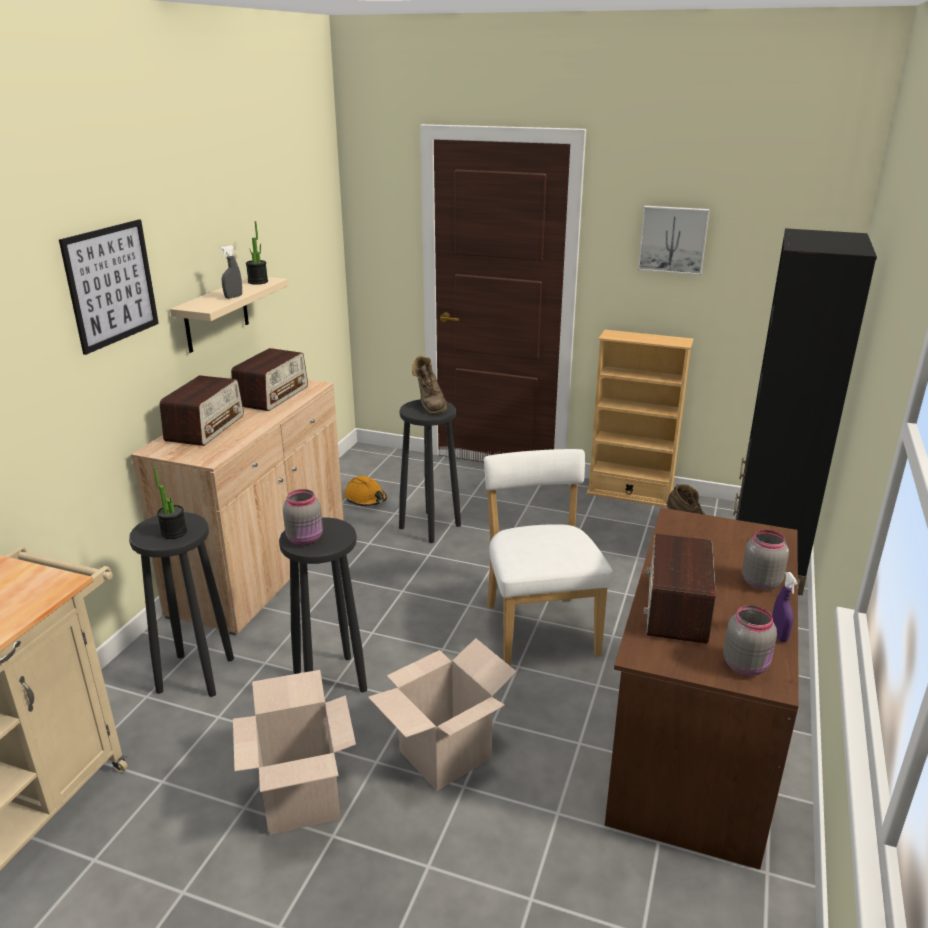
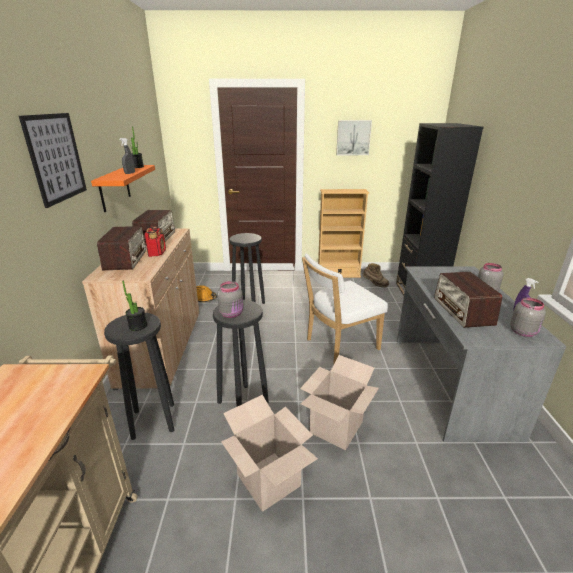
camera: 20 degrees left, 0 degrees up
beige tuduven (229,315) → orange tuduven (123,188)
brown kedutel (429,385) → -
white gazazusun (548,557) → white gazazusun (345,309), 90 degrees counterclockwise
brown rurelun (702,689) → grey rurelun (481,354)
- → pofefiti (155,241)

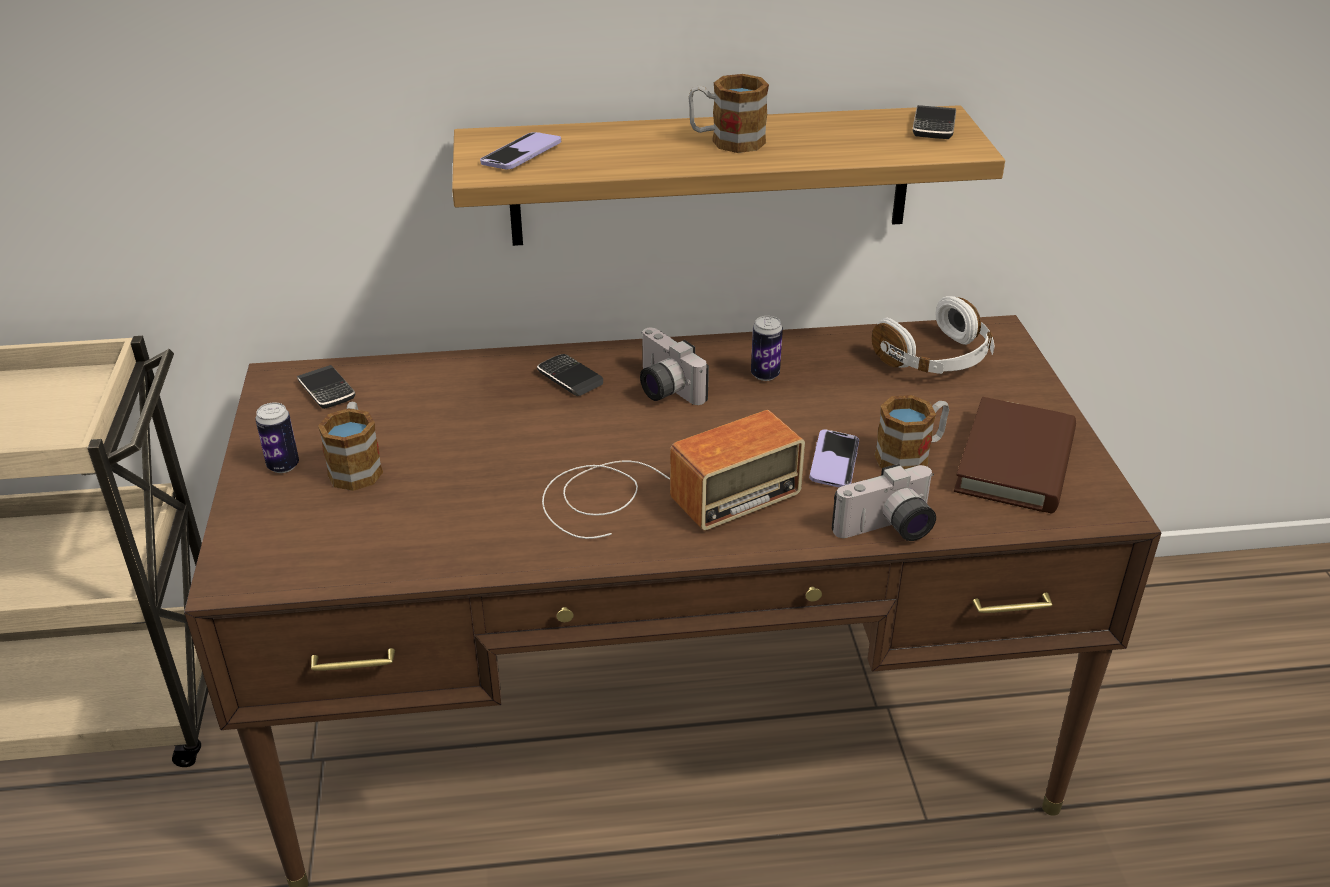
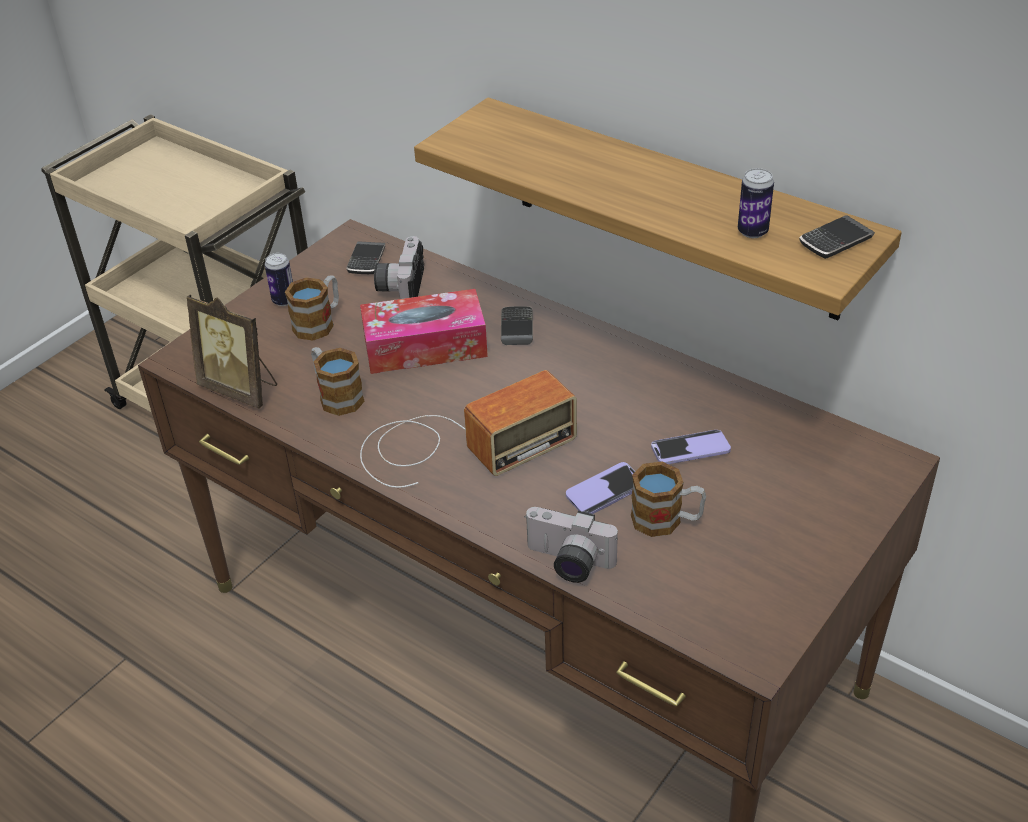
camera: 45 degrees right, 5 degrees up
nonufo (728,113) → nonufo (338,381), shifted
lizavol (521,150) → lizavol (691,447), shifted
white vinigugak (933,335) → -
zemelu (767,348) → zemelu (756,203), shifted
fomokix (674,366) → fomokix (399,267), shifted
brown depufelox (1015,455) → -
pofefiti (673,474) → pofefiti (468,429), 45 degrees counterclockwise
- → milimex (424,331)
- → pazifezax (232,351)

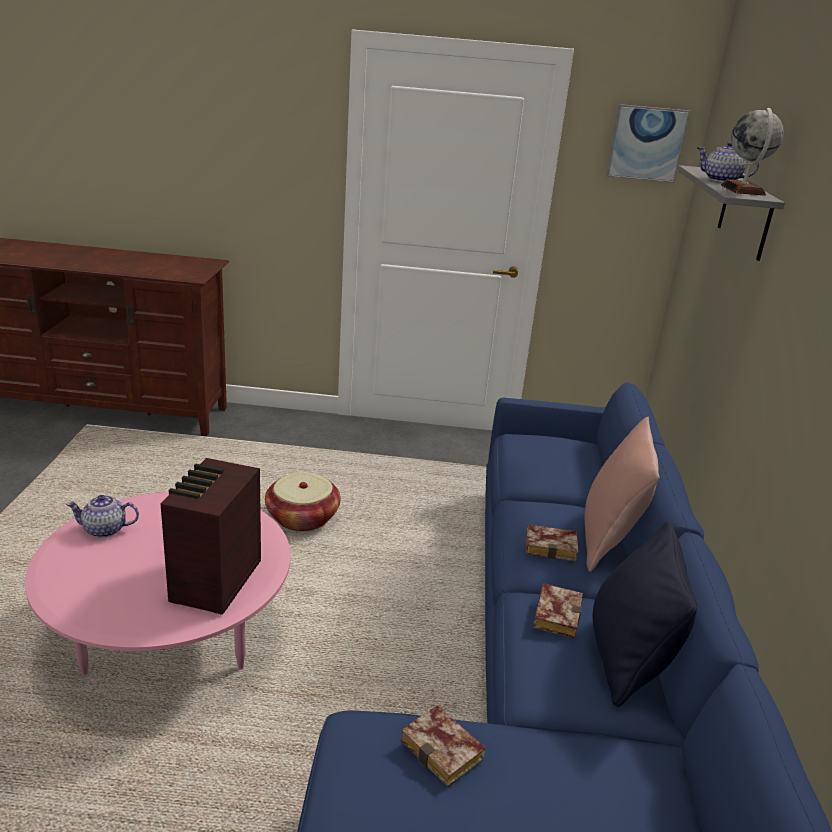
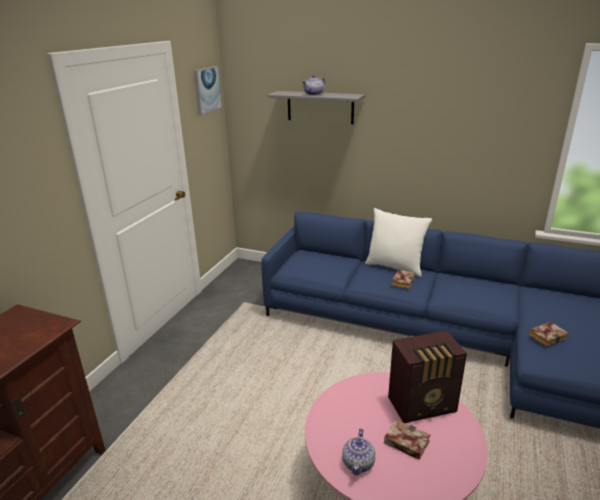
camera: 70 degrees left, 0 degrees up
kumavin (752,152) → -
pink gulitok (622,494) → white gulitok (398,242)
pofefiti (210,536) → pofefiti (427,377), 45 degrees counterclockwise
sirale (303,502) → -
black gulitok (645,614) → -
depufelox (558,611) → depufelox (407,439), shifted

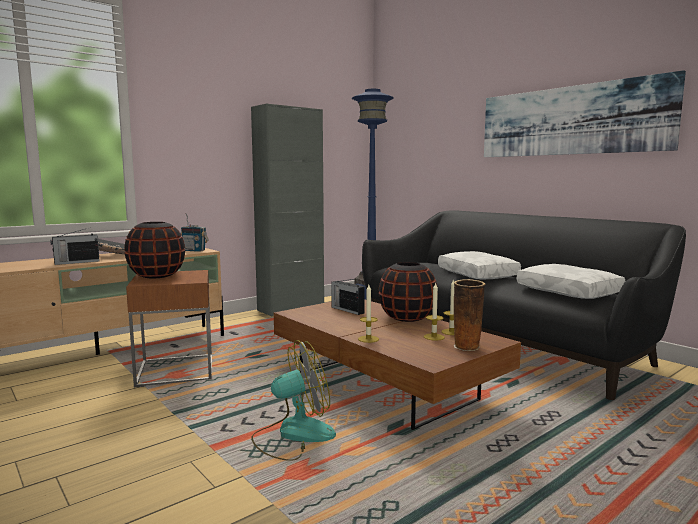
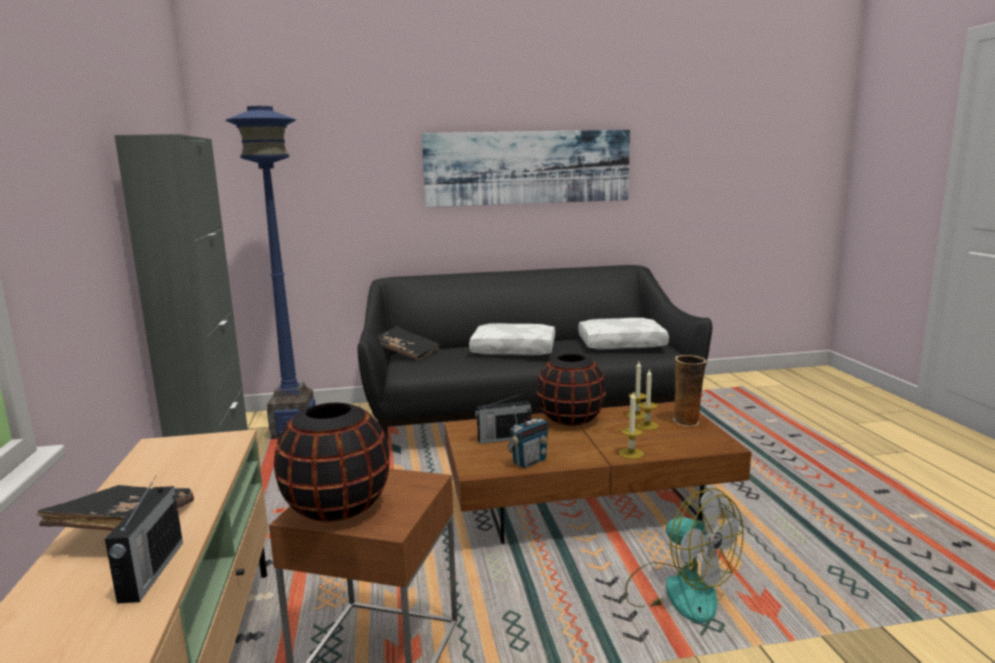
camera: 60 degrees left, 5 degrees up
pofefiti (195,232) → pofefiti (528,437), shifted
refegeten (293,400) → refegeten (684,555), 135 degrees clockwise
- → black depufelox (409,343)

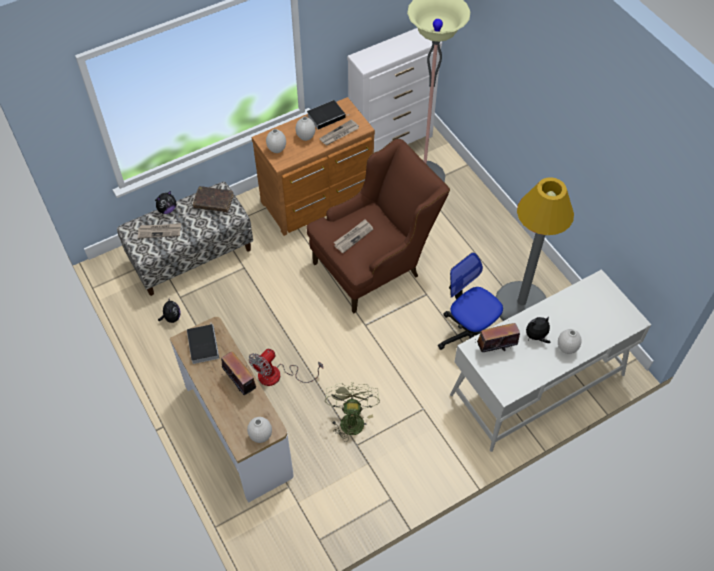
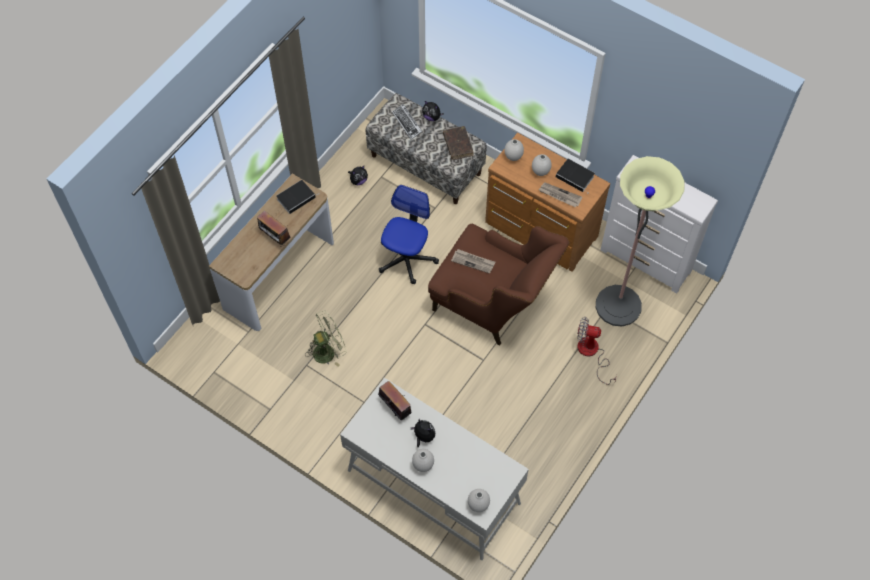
camera: 65 degrees right, 5 degrees up
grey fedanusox (534,249) → -
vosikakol (159,230) → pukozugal (407,122)
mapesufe (470,301) → mapesufe (409,234), shifted
refegeten (285,367) → refegeten (597,351), shifted
pofefiti (238,373) → pofefiti (273,229), 105 degrees clockwise
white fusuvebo (259,430) → white fusuvebo (479,500), shifted

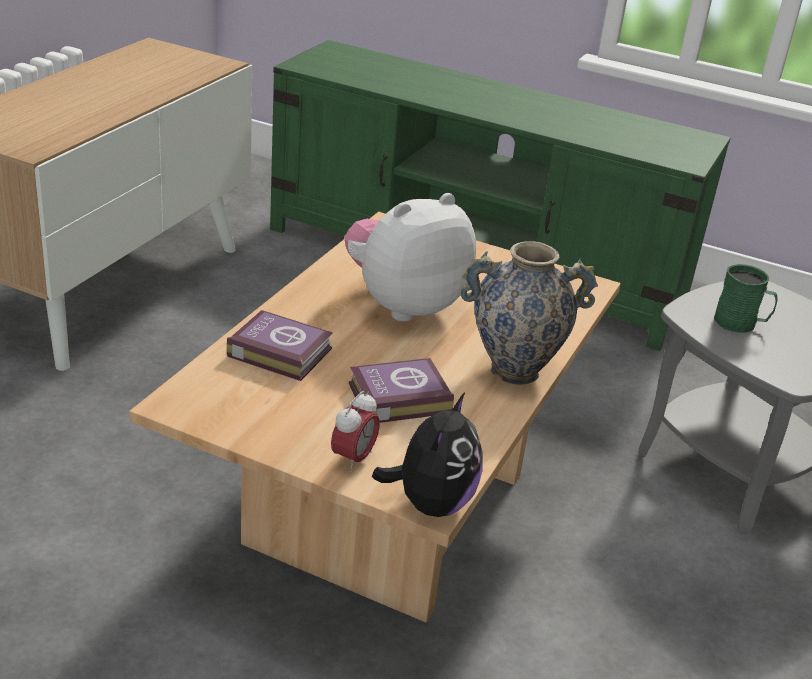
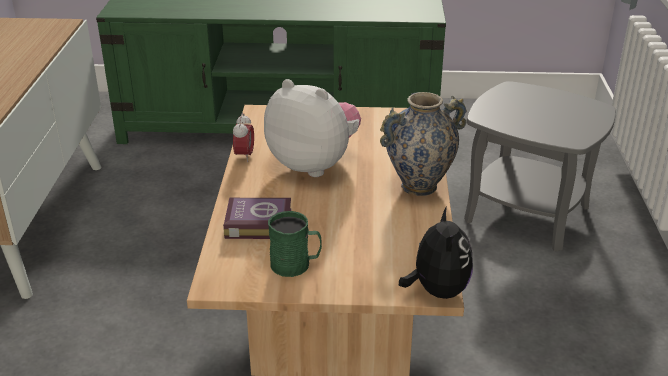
camera: 20 degrees left, 0 degrees up
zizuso (410,257) → zizuso (312,128), 90 degrees clockwise
green nonufo (746,298) → green nonufo (295,244), shifted
depufelox (401,390) → -
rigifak (355,431) → rigifak (243,137), shifted

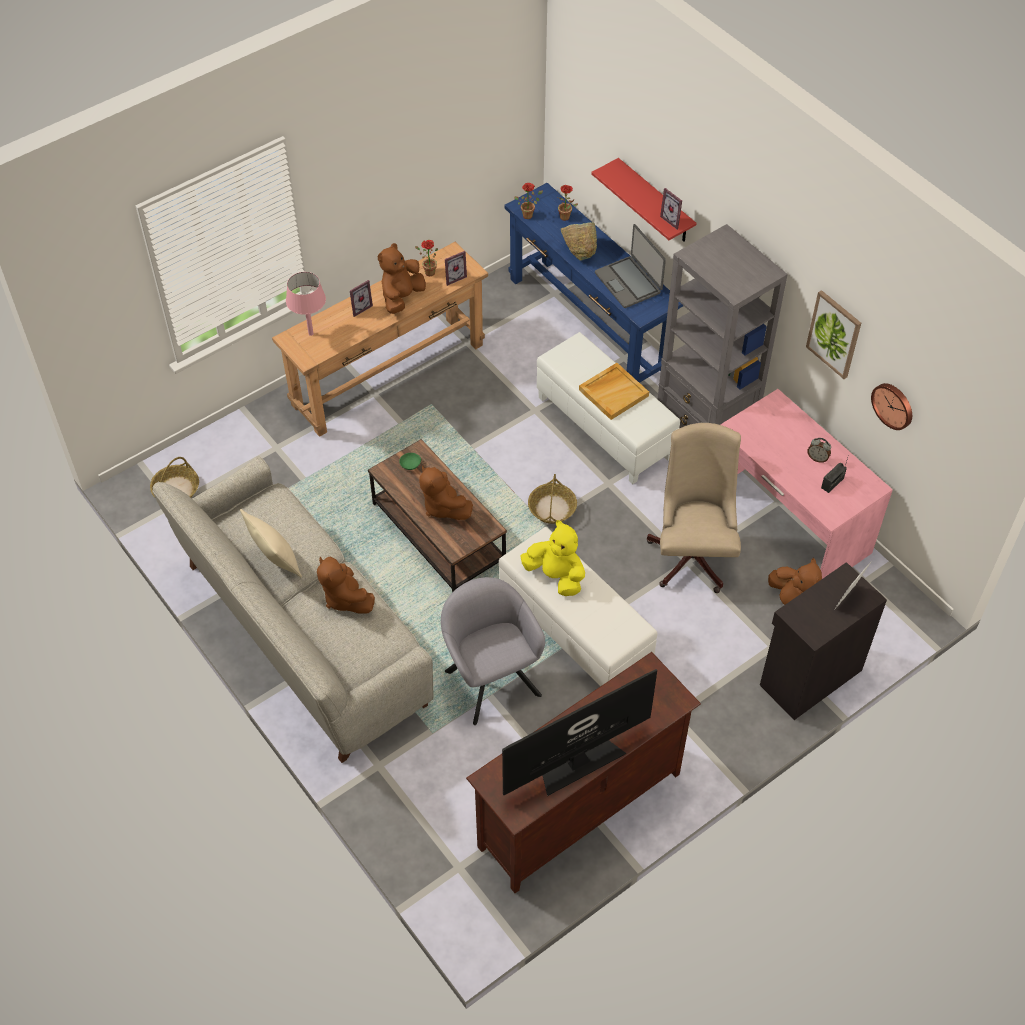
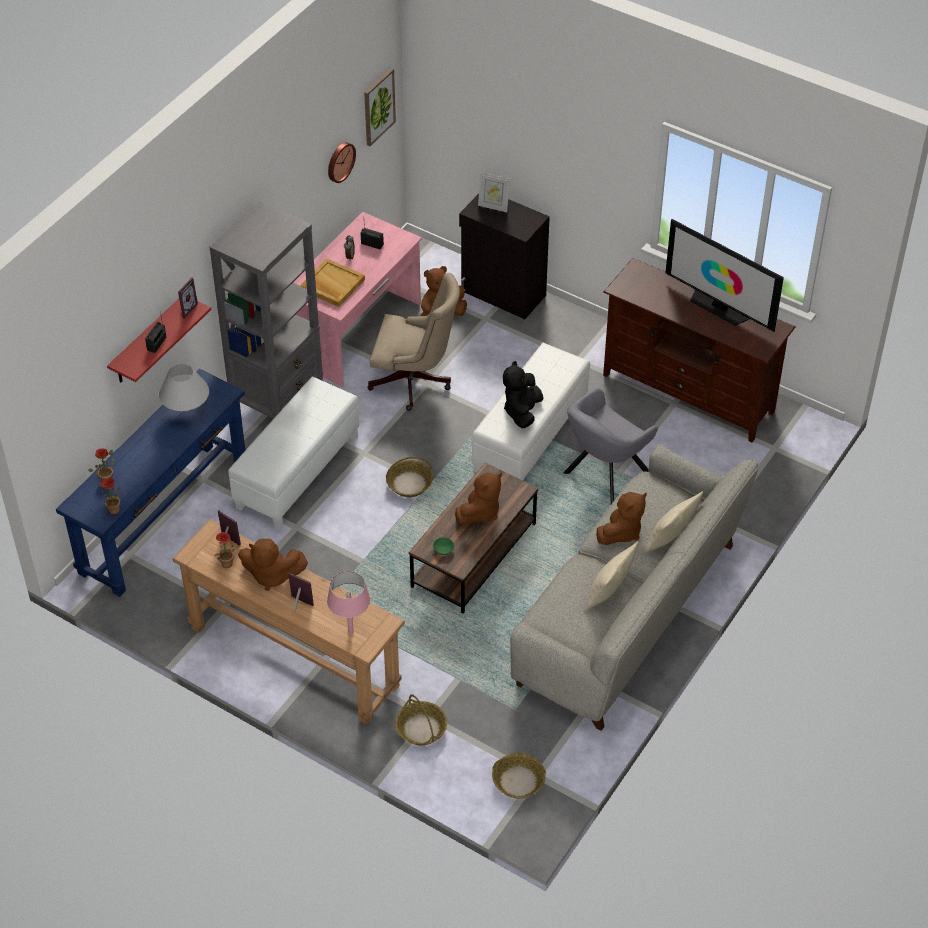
camera: 110 degrees left, 5 degrees down
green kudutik (579,241) → -
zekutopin (630,266) → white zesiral (184,388)
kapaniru (833,334) → kapaniru (380,107), shifted
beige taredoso (614,391) → beige taredoso (332,282), shifted
beige mapesufe (694,508) → beige mapesufe (413,342), 150 degrees counterclockwise
yellow zizuso (552,558) → black zizuso (523,394)
- → pofefiti (155,332)
- → beige gulitok (673,522)
- → sirale (421,719)

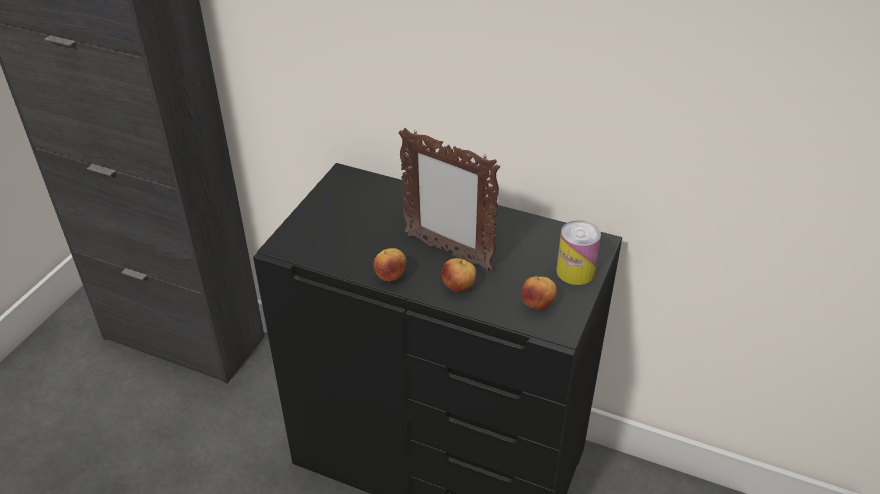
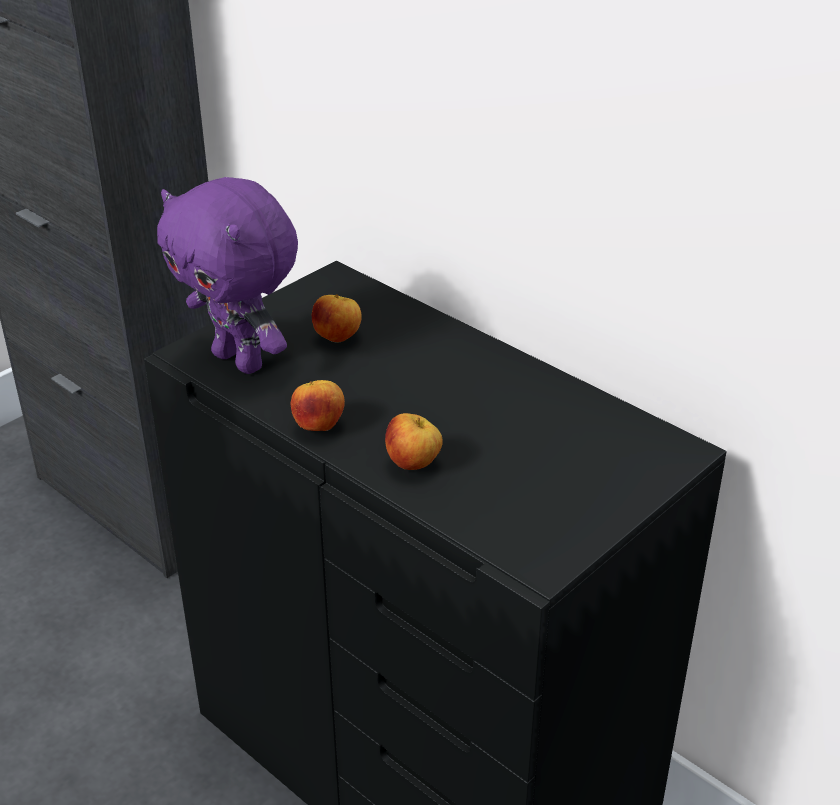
camera: 20 degrees right, 5 degrees down
pazifezax (449,199) → -
zemelu (578,252) → -
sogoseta (539,293) → sogoseta (337,318), shifted
- → purple zizuso (227,275)

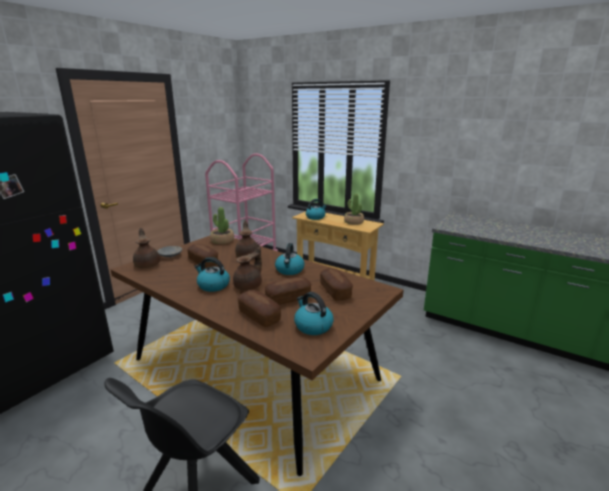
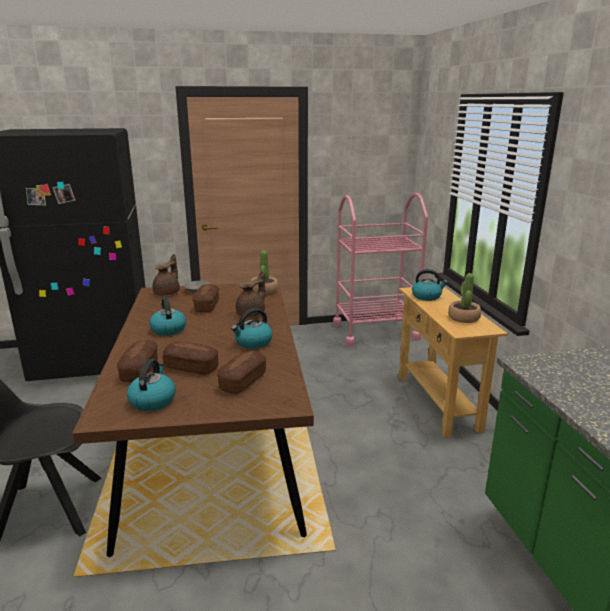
camera: 45 degrees right, 0 degrees up
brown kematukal (247,267) → -

